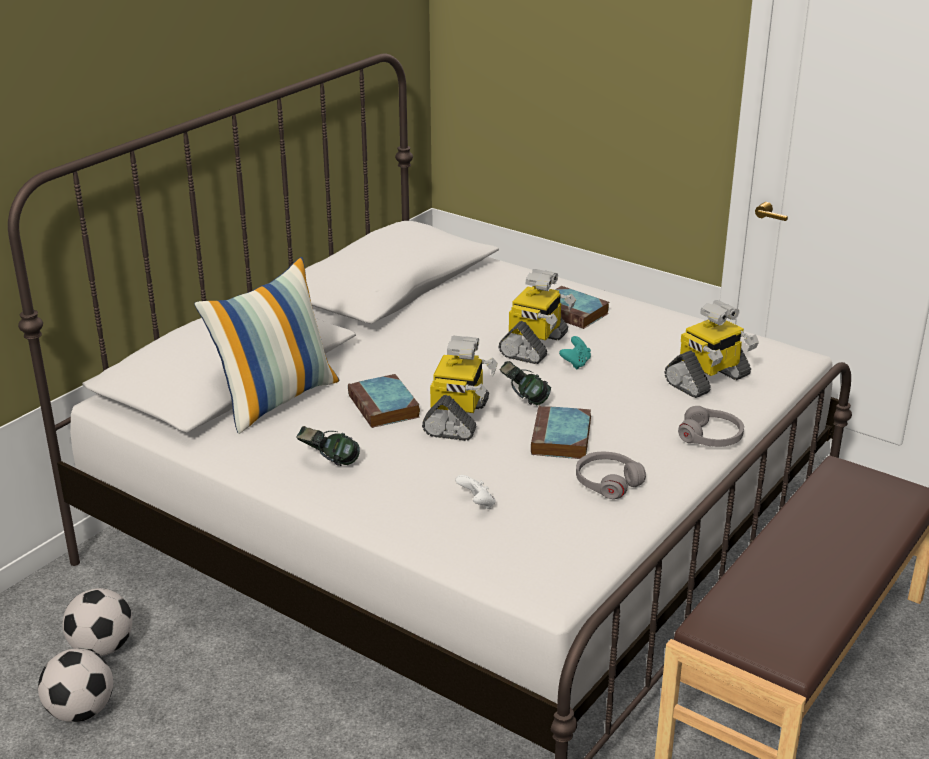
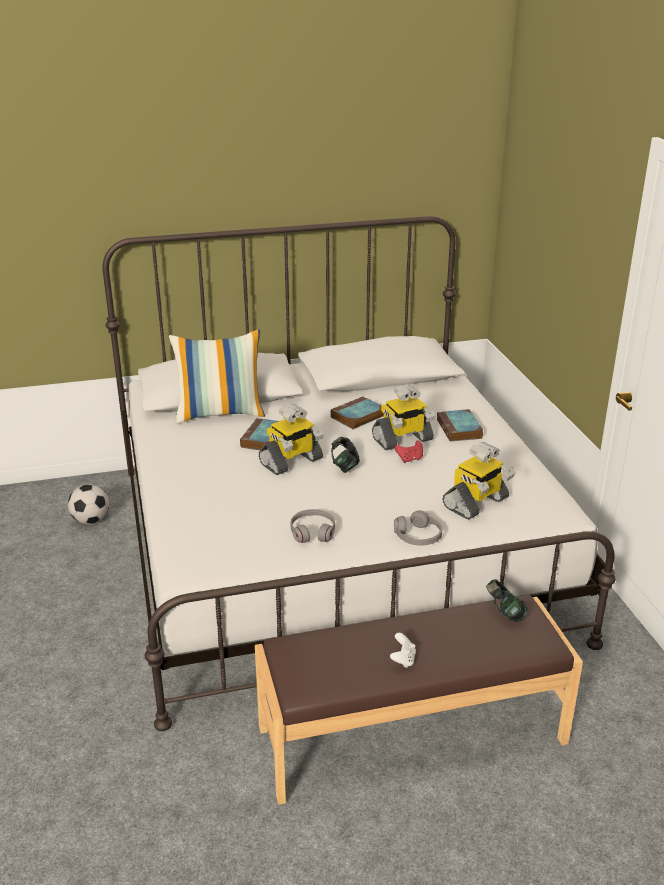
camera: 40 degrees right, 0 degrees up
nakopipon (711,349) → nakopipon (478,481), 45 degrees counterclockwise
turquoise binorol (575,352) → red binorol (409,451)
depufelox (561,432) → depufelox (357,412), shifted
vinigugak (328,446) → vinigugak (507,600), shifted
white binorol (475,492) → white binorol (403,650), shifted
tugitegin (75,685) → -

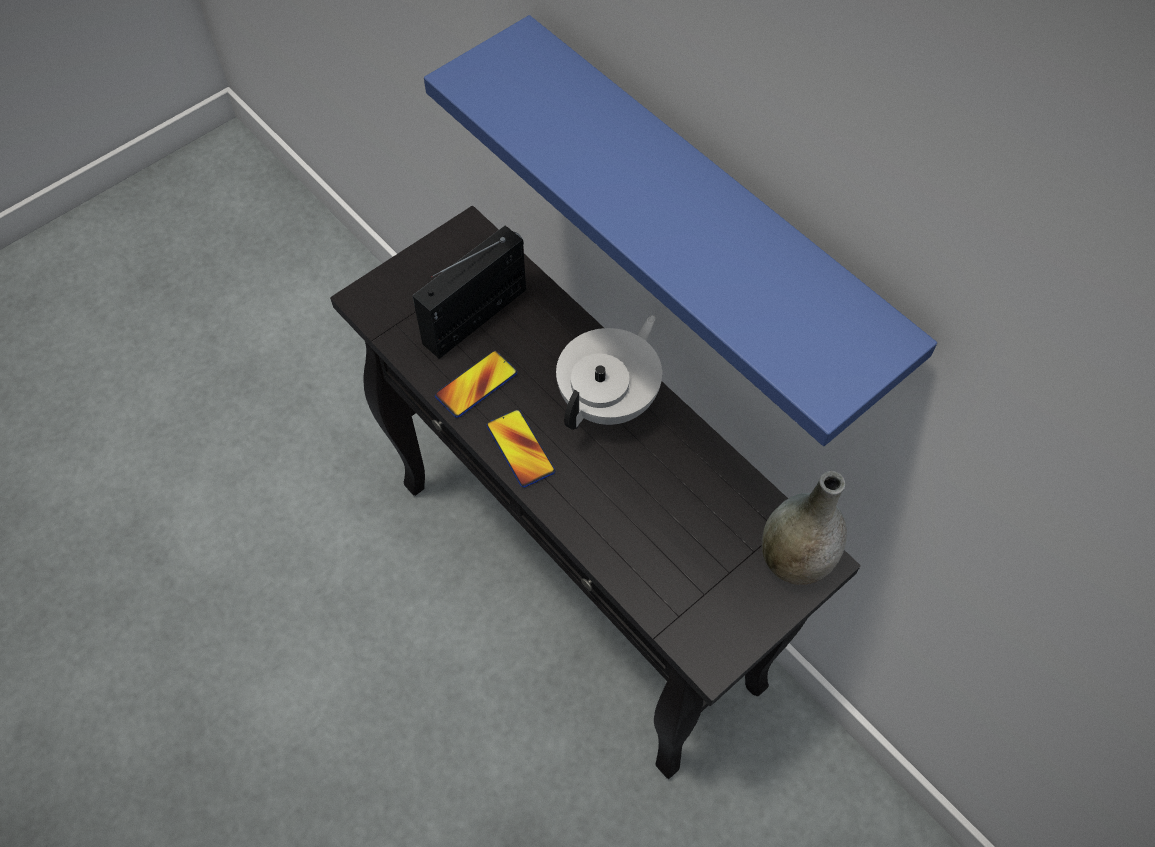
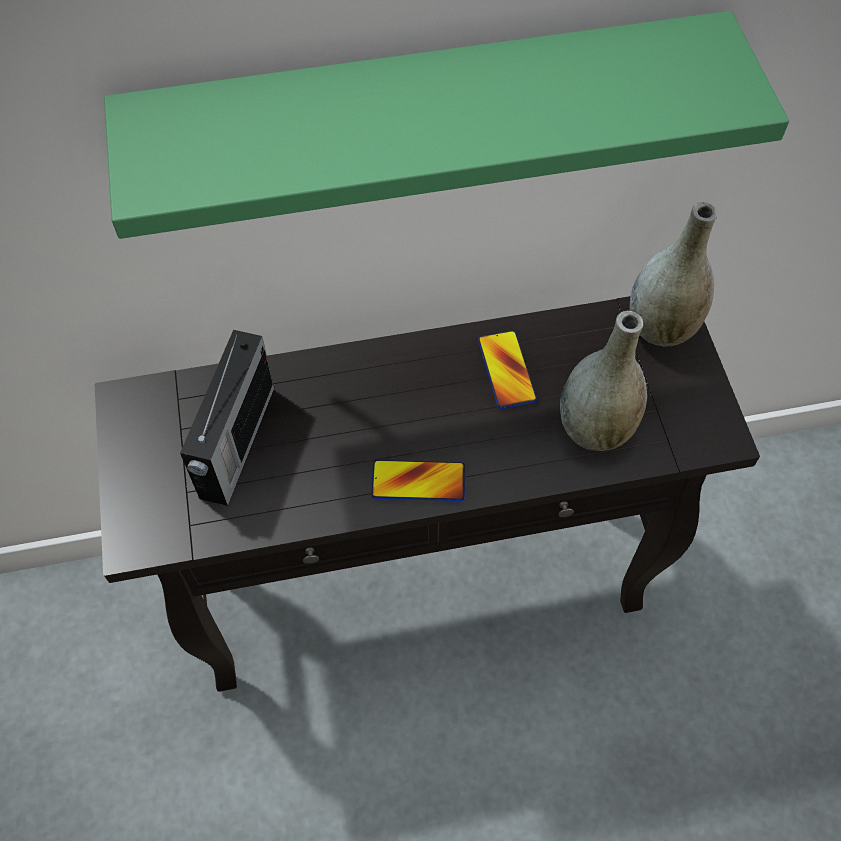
camera: 60 degrees left, 0 degrees up
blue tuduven (680,230) → green tuduven (446,125)
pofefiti (469,292) → pofefiti (227,418), 150 degrees counterclockwise
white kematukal (609,372) → -
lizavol (476,384) → lizavol (507,370), shifted
- → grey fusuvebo (603,381)

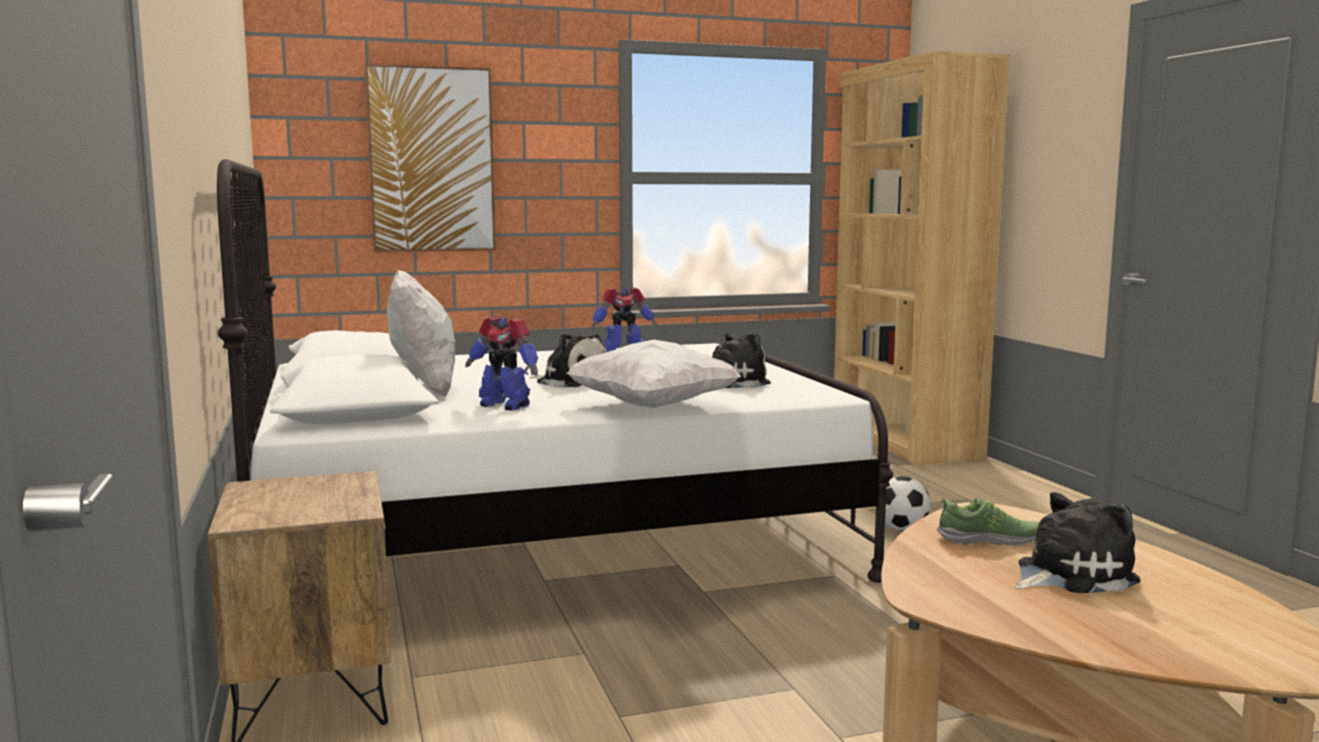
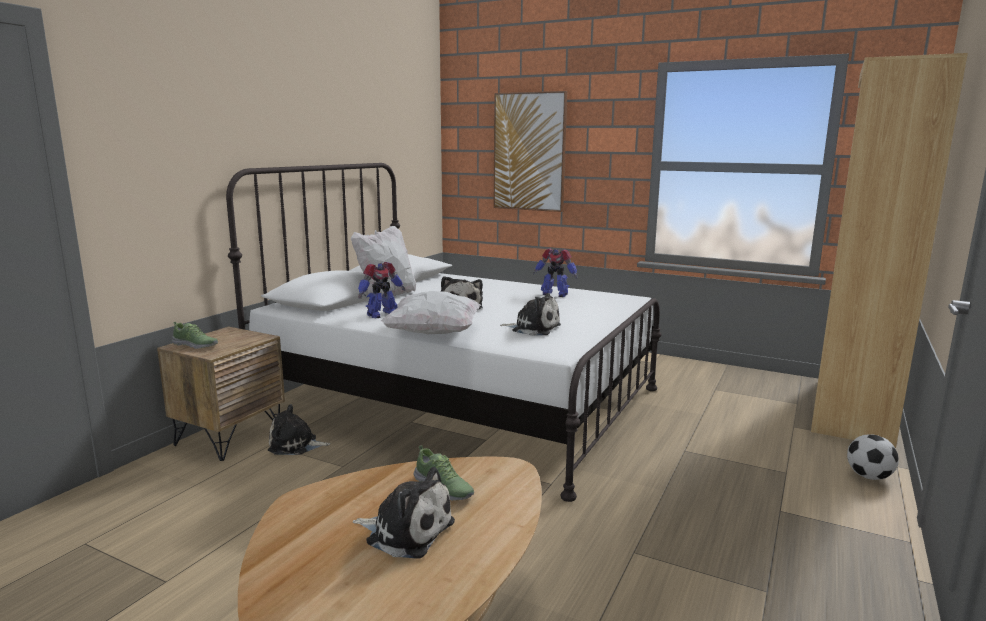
camera: 45 degrees right, 5 degrees up
nakopipon (502,363) → nakopipon (381,290), 120 degrees counterclockwise
tugitegin (907,503) → tugitegin (872,457), shifted
- → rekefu (195,335)
- → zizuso (299,429)

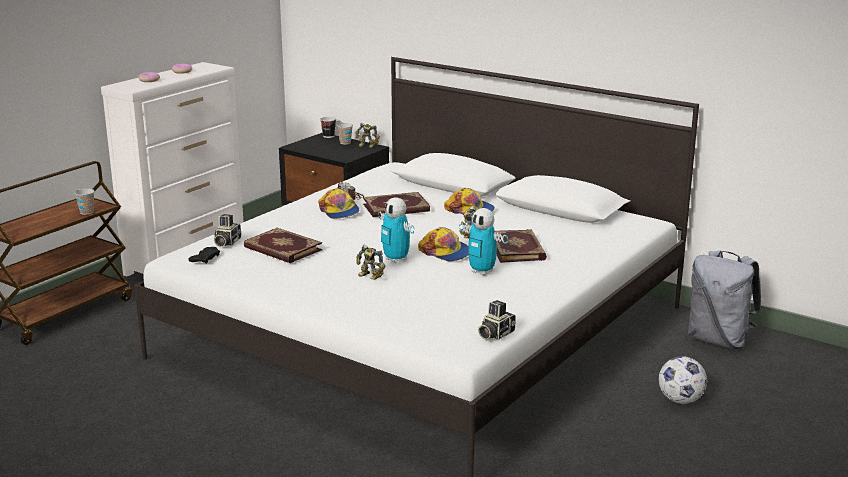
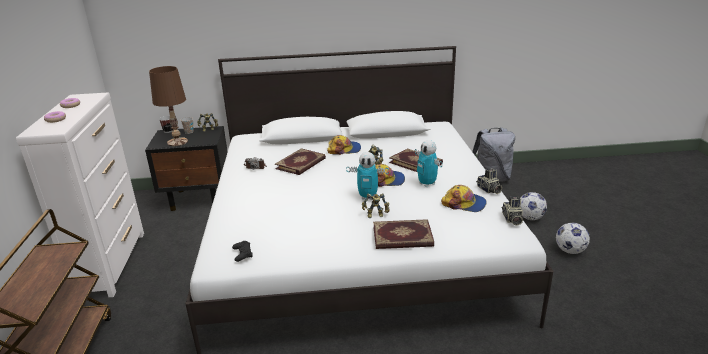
camera: 40 degrees left, 5 degrees up
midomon (339,203) → midomon (464,198), shifted
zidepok (84,202) → -
nakopipon (483,241) → nakopipon (429,163), 60 degrees clockwise
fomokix (227,230) → fomokix (489,181), shifted
depufelox (283,245) → depufelox (403,234), shifted
- → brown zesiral (168,106)
- → tugitegin (573,238)

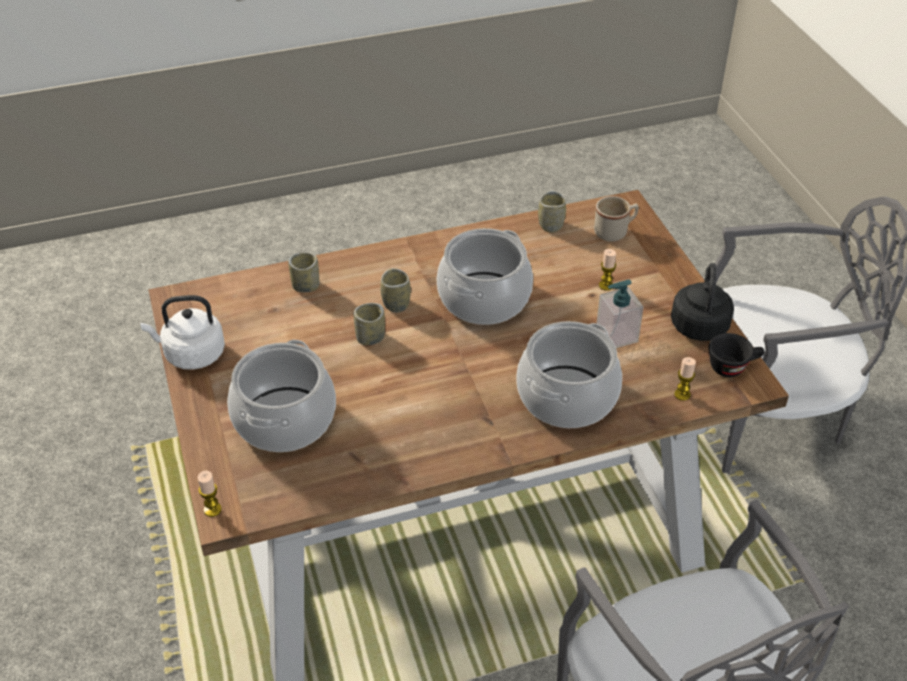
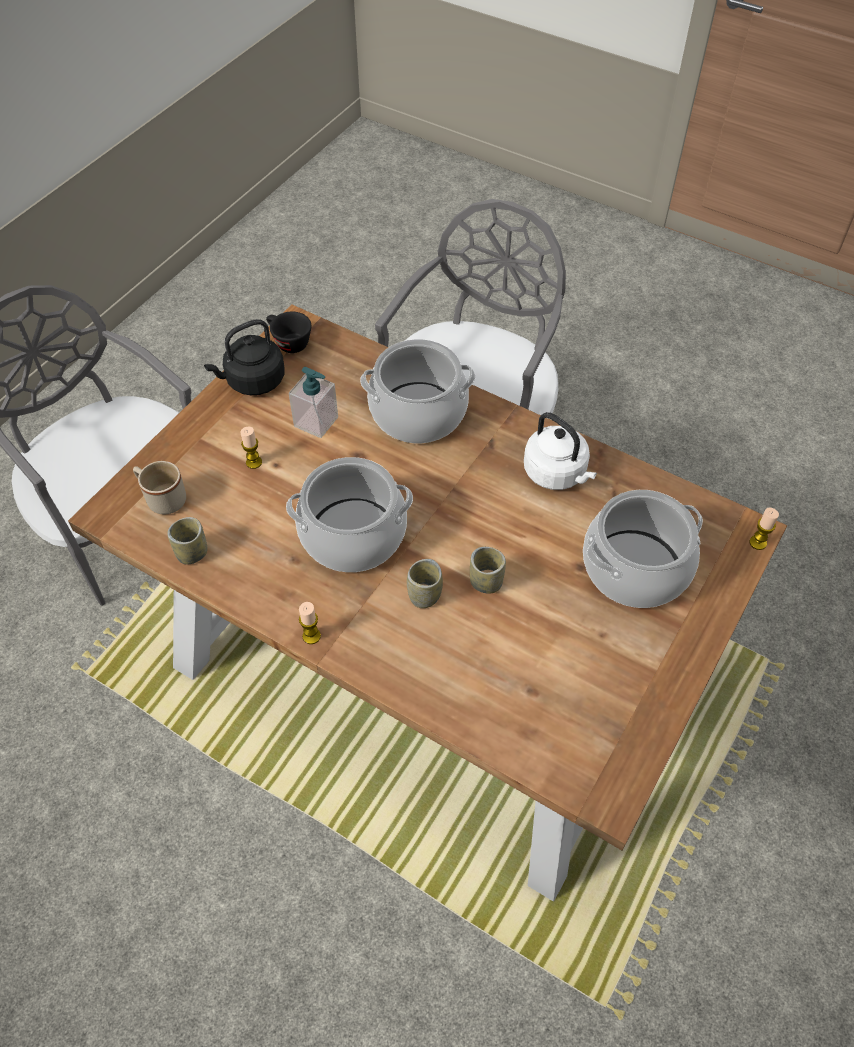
camera: 130 degrees left, 10 degrees up
zidepok (303,272) → -
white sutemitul (182,332) → white sutemitul (560,451), shifted
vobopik (685,379) → vobopik (310,623), shifted

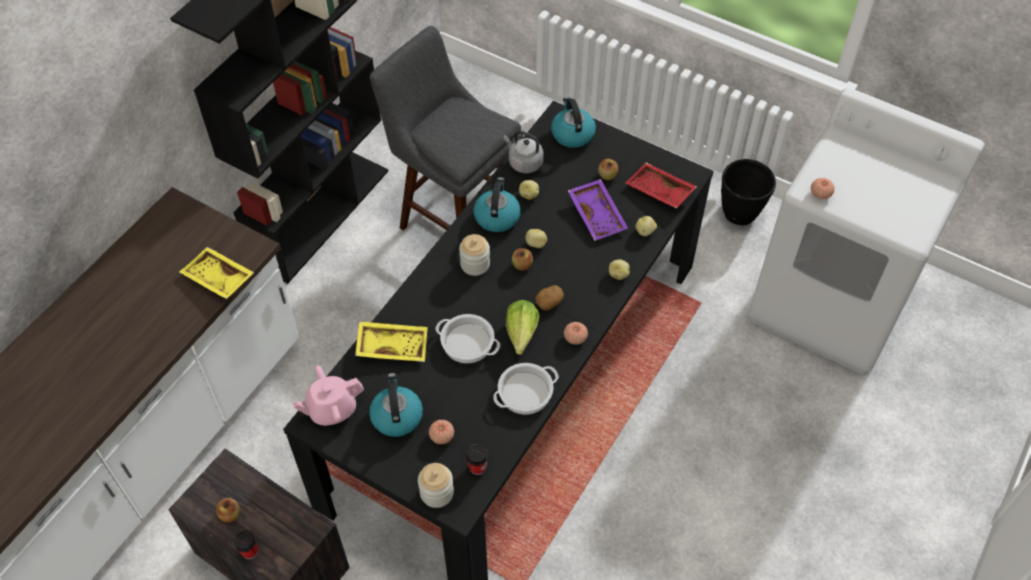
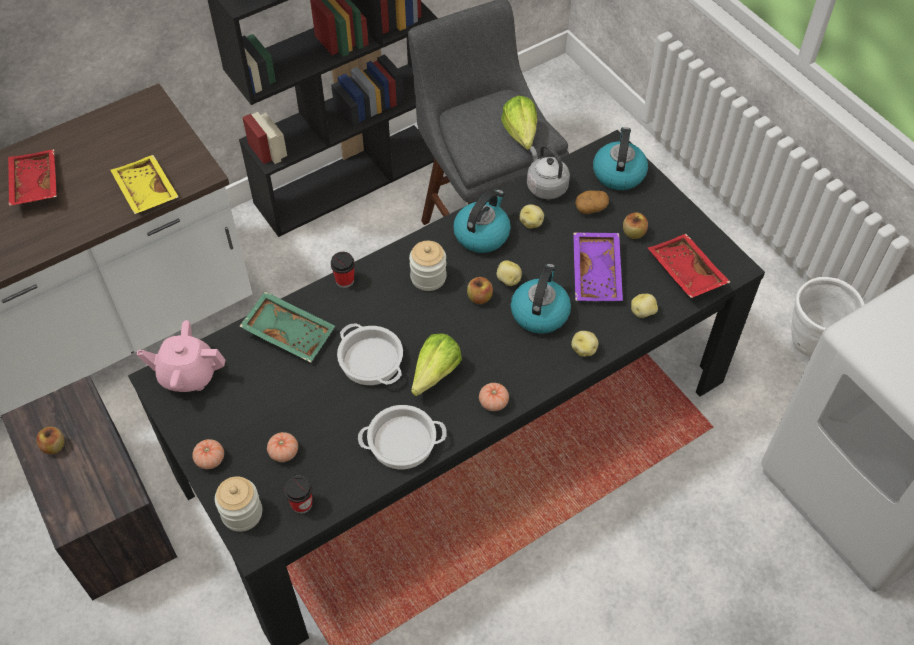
camera: 25 degrees right, 0 degrees up
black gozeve (748,192) → white gozeve (827,317)
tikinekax (823,188) → tikinekax (208,454), shifted
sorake (549,298) → sorake (592,202), shifted
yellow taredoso (391,341) → green taredoso (287,327)
sutemitul (396,405) → sutemitul (541,299), shifted
zidepok (246,544) → zidepok (342,270), shifted
- → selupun (519,122)
- → red taredoso (32,177)

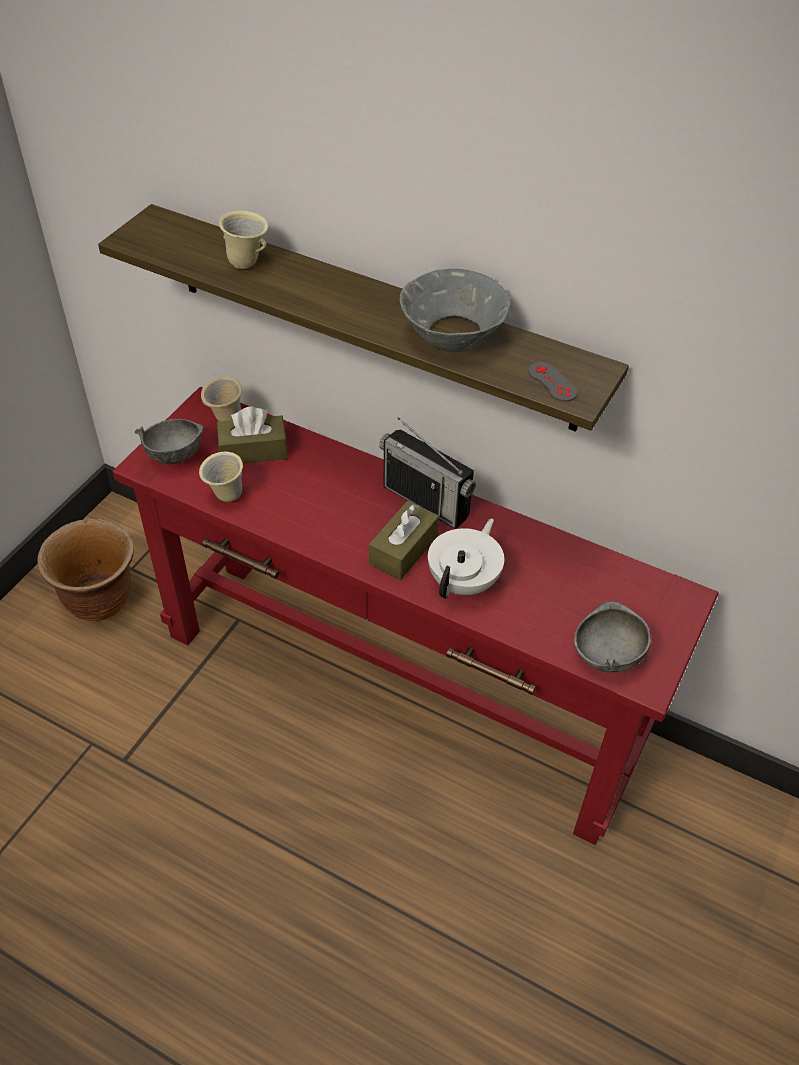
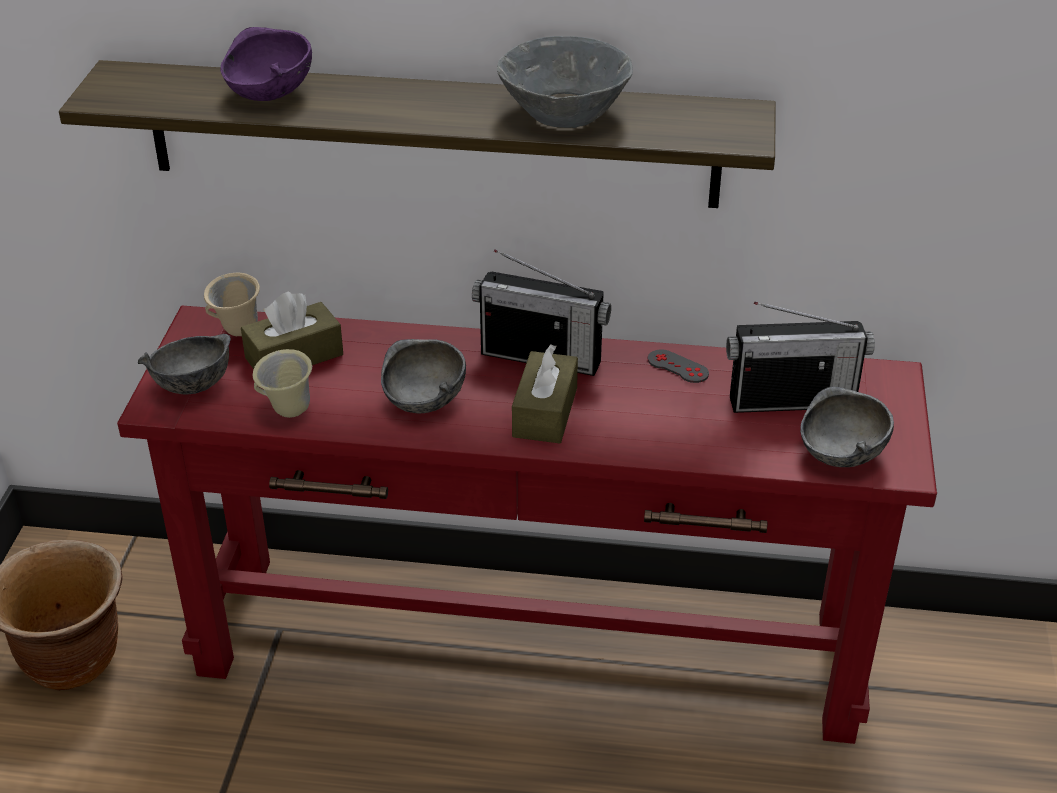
camera: 20 degrees left, 10 degrees down
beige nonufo (243,240) → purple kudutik (266,64)
grey binorol (553,382) → grey binorol (678,366), shifted
white kematukal (466,558) → -
- → pofefiti (800,357)
- → grey kudutik (423,376)

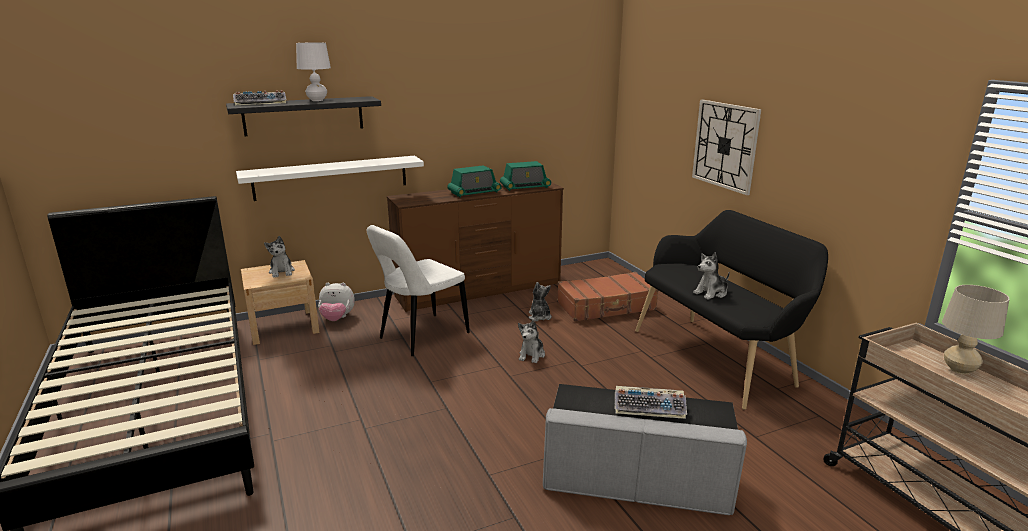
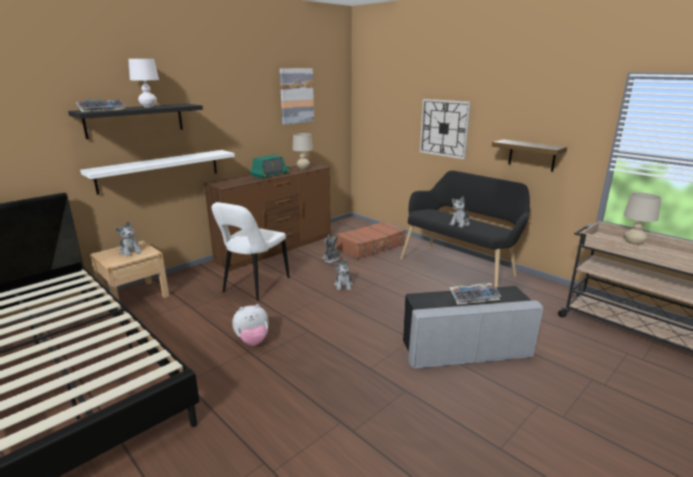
camera: 20 degrees left, 0 degrees up
pofefiti (525,176) → beige zesiral (302,151)
zizuso (336,302) → zizuso (250,325), shifted
- → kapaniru (297,96)
- → tuduven (529,155)

